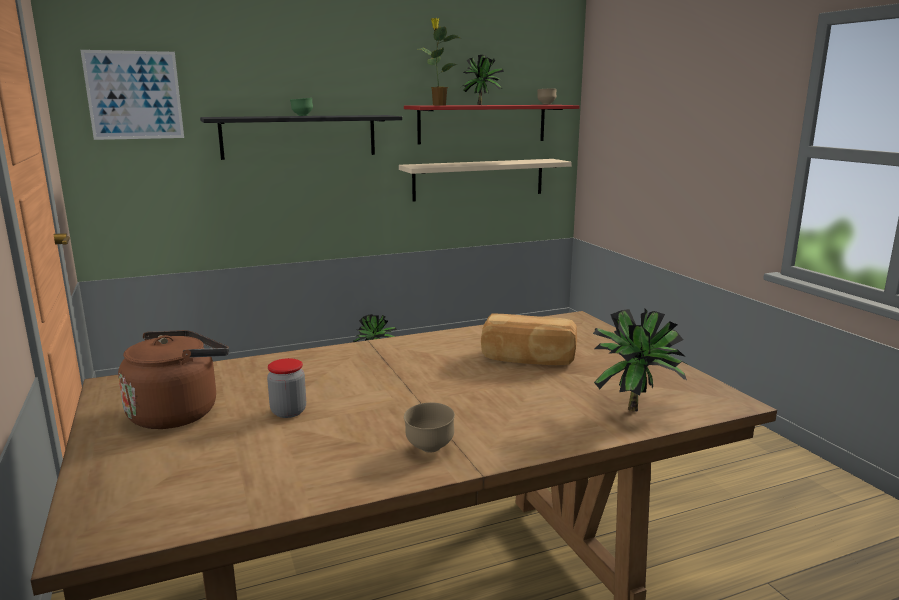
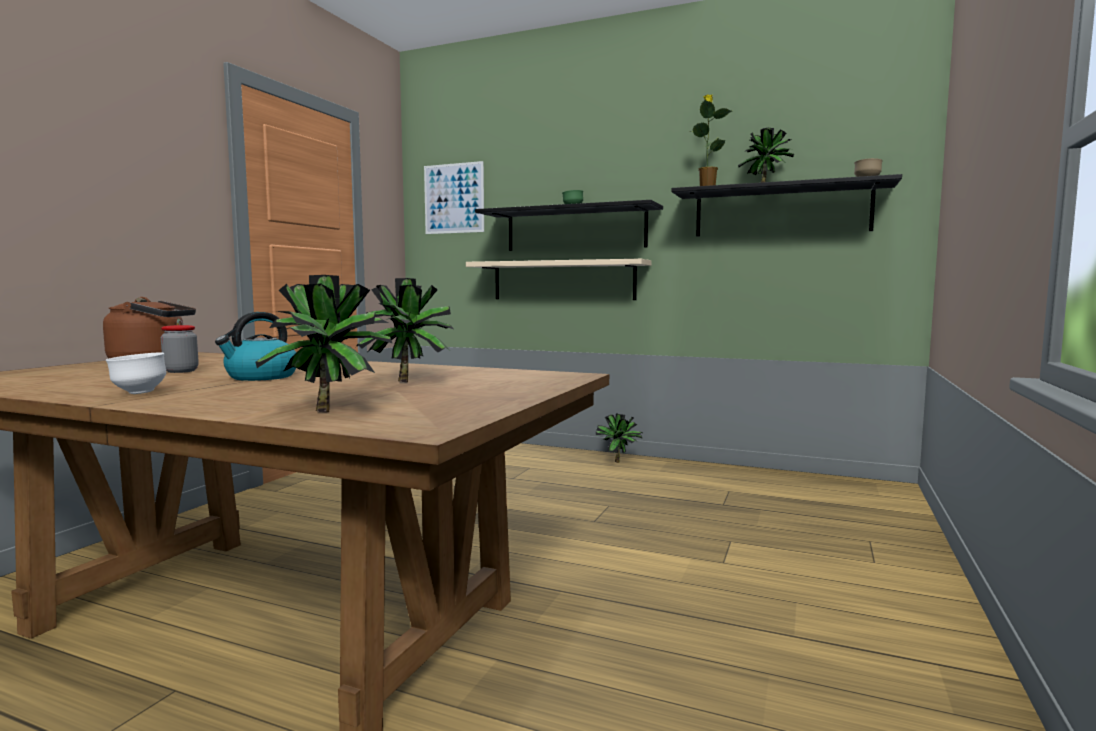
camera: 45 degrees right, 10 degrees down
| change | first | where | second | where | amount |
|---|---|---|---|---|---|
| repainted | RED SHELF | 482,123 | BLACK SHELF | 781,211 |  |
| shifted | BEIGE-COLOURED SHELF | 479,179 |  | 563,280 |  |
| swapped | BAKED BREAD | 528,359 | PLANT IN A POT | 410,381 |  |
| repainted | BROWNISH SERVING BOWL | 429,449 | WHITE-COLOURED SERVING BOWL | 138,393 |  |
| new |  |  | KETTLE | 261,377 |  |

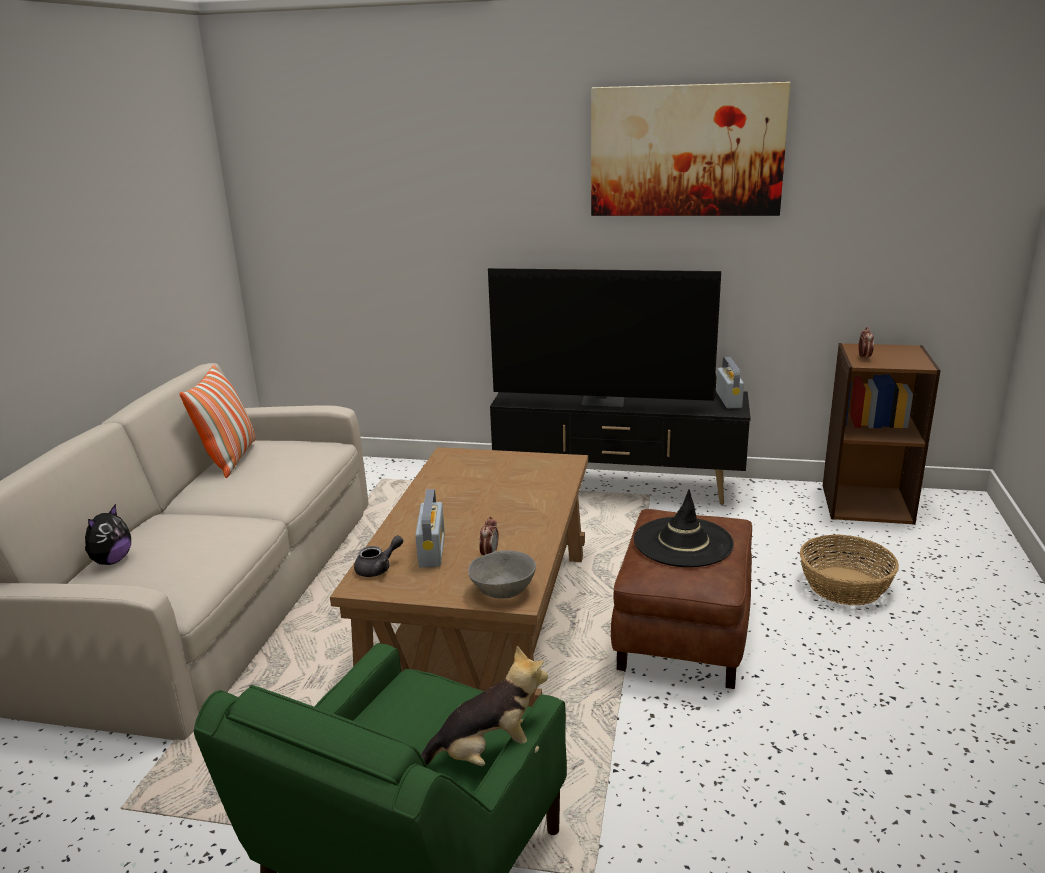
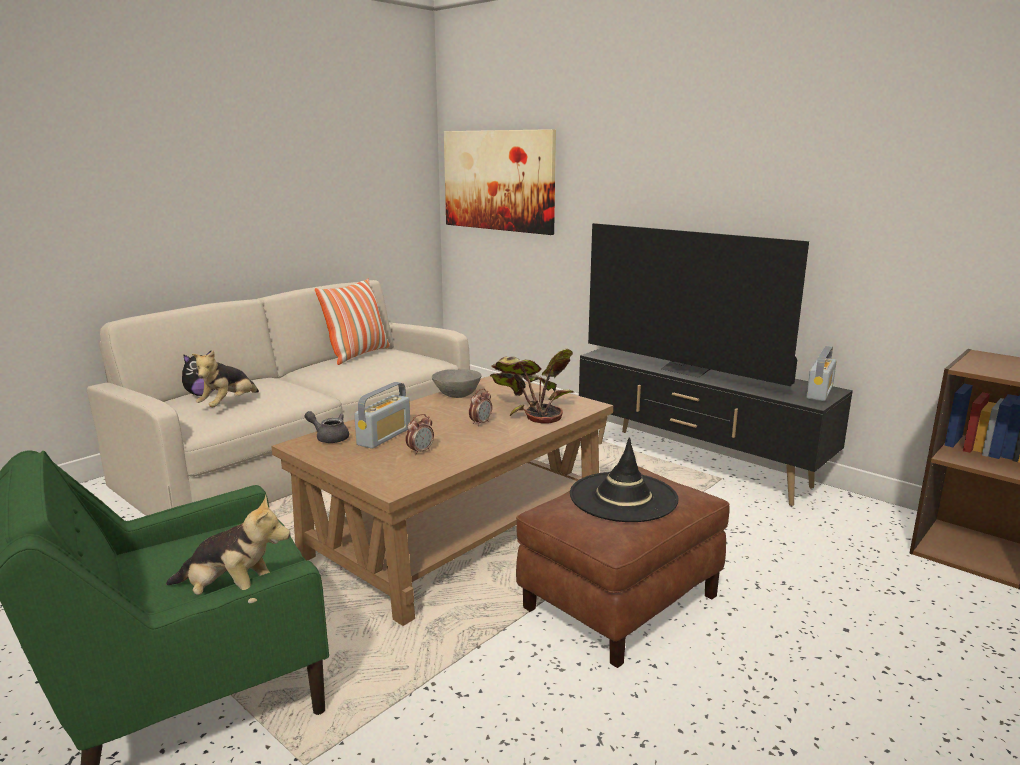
camera: 30 degrees right, 5 degrees down
| change | first | where | second | where | amount |
|---|---|---|---|---|---|
| shifted | PICTURE | 686,151 |  | 498,180 |  |
| shifted | BEDSIDE CLOCK | 864,357 |  | 480,423 |  |
| rotated | GREY TEAPOT | 378,568 |  | 329,438 | 150 degrees counterclockwise |
| gone | BASKET | 845,586 |  |  |  |
| shifted | GREY SERVING BOWL | 503,590 |  | 457,394 |  |
| new |  |  | PLANT IN A POT | 530,410 |  |
| new |  |  | PLUSH TOY | 228,405 |  |

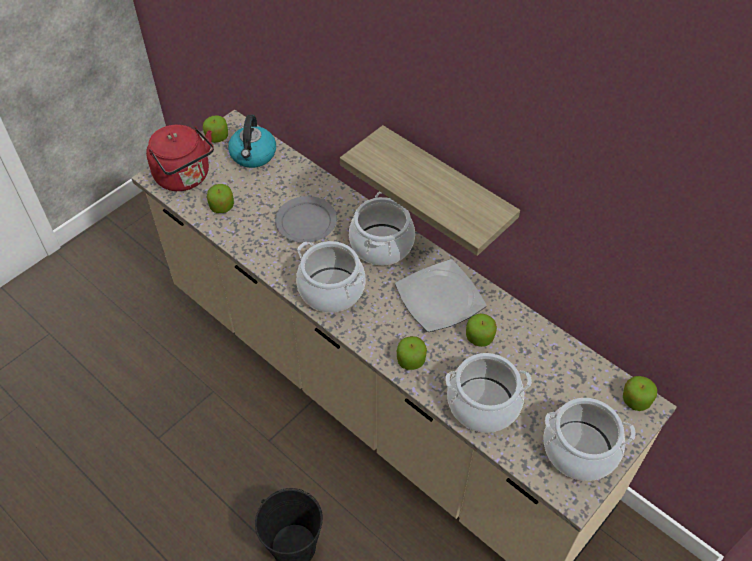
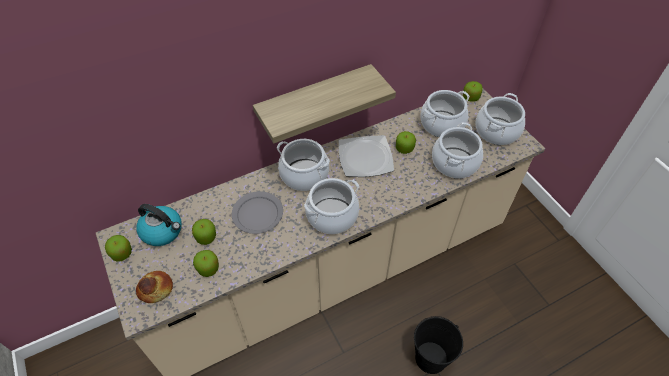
camera: 70 degrees left, 0 degrees up
| change | first | where | second | where | amount |
|---|---|---|---|---|---|
| swapped | RED KETTLE | 185,177 | BAKED BREAD | 156,289 |  |
| shifted | WHOLE APPLE | 411,360 |  | 206,237 |  |
| new |  |  | COOKING POT | 441,124 |  |

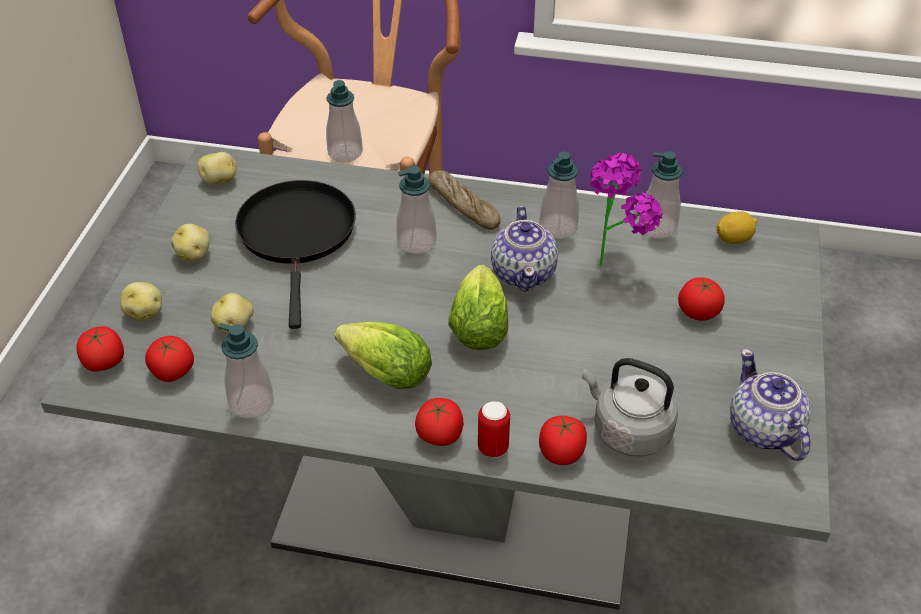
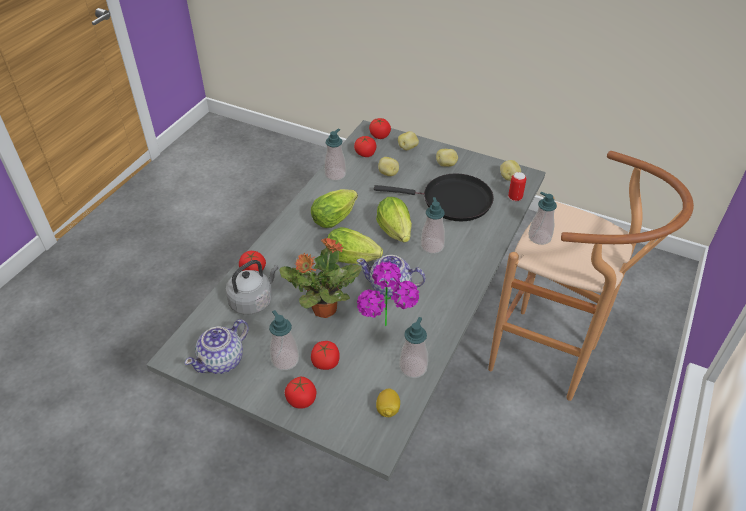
camera: 105 degrees right, 0 degrees up
| change | first | where | second | where | amount |
|---|---|---|---|---|---|
| shifted | SOAP DISPENSER | 558,228 |  | 285,360 |  |
| gone | BAKED BREAD | 463,206 |  |  |  |
| rotated | TEAPOT | 763,430 |  | 222,360 | 135 degrees clockwise |
| shifted | TOMATO | 440,434 |  | 301,399 |  |
| shifted | METAL CAN | 493,448 |  | 515,197 |  |
| new |  |  | LETTUCE | 396,233 |  |
| new |  |  | PLANT IN A POT | 323,309 |  |

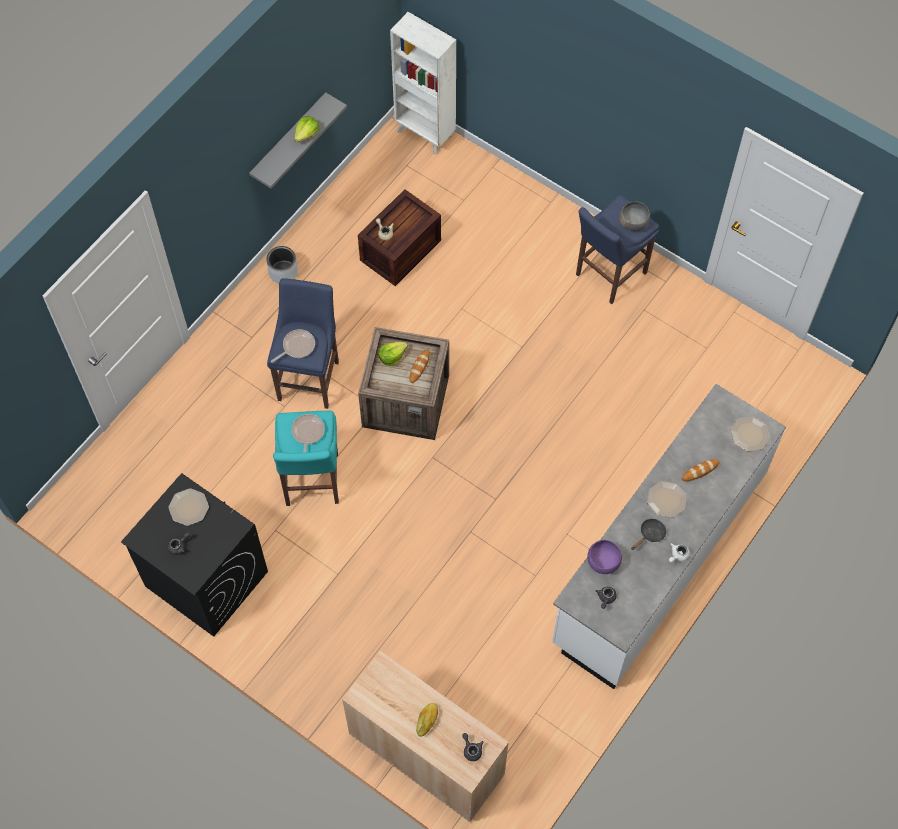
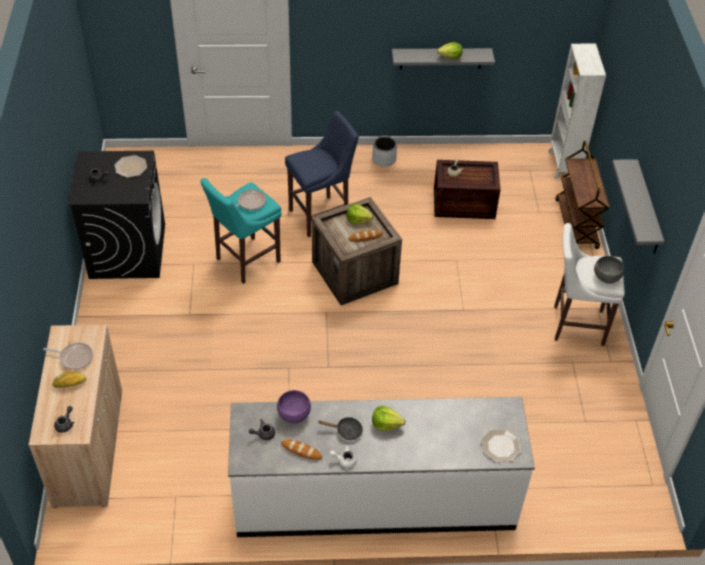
camera: 50 degrees right, 15 degrees down
| change | first | where | second | where | amount |
|---|---|---|---|---|---|
| repainted | BLUE-COLOURED STOOL SEAT | 608,275 | WHITE-COLOURED STOOL SEAT | 575,324 |  |
| shifted | FRYING PAN | 297,346 |  | 74,357 |  |
| shifted | BAKED BREAD | 700,471 |  | 301,451 |  |
| swapped | FLAT DISH | 666,499 | LETTUCE | 386,423 |  |
| new |  |  | BROWNISH TROLLEY | 576,224 |  |
| new |  |  | GREY SHELF | 647,209 |  |

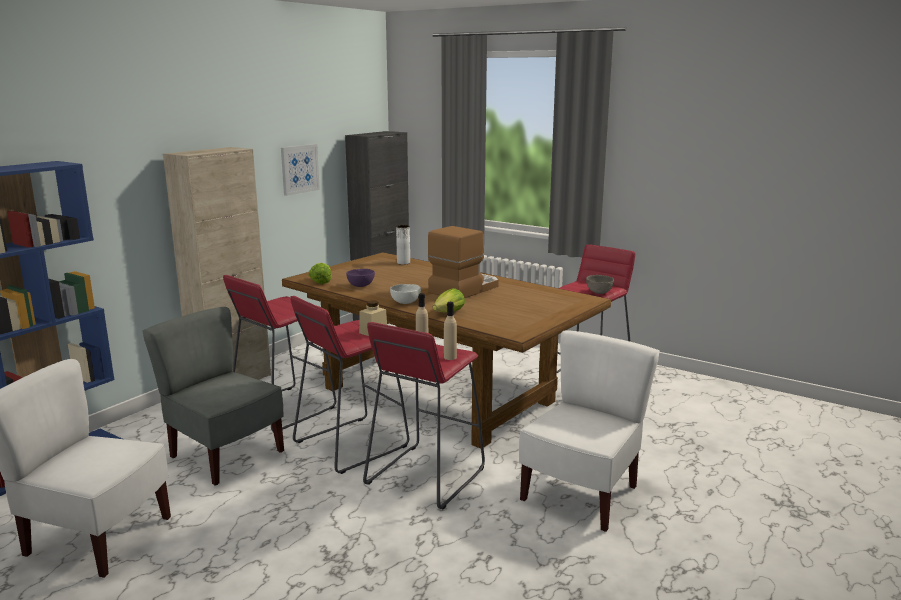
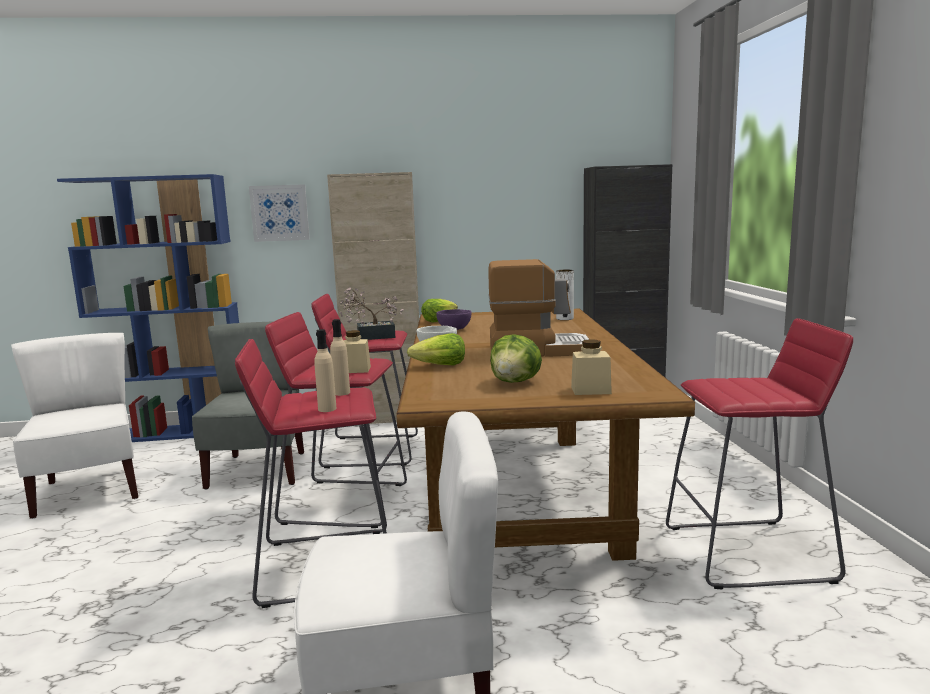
camera: 50 degrees right, 5 degrees down
| change | first | where | second | where | amount |
|---|---|---|---|---|---|
| shifted | PICTURE | 299,169 |  | 280,213 |  |
| gone | GREY SERVING BOWL | 598,292 |  |  |  |
| new |  |  | PLANT IN A POT | 371,337 |  |
| new |  |  | LETTUCE | 515,382 |  |
| new |  |  | BEIGE-COLOURED STORAGE JAR | 591,390 |  |

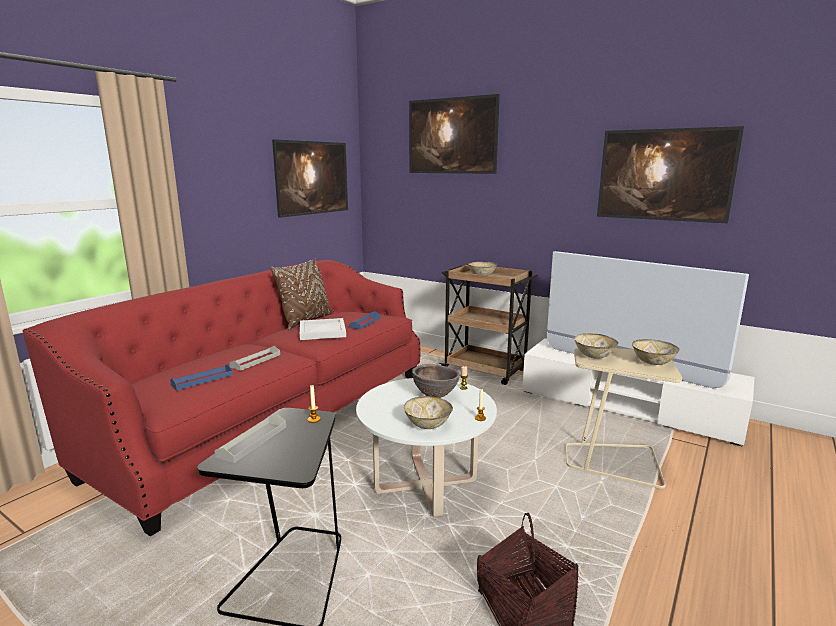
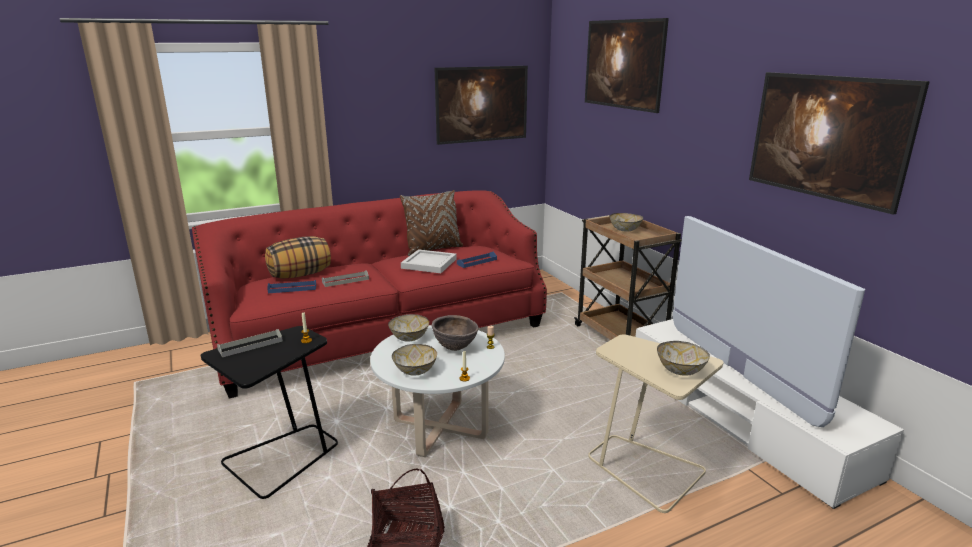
camera: 30 degrees right, 5 degrees up
| change | first | where | second | where | amount |
|---|---|---|---|---|---|
| shifted | SERVING BOWL | 594,356 |  | 409,338 |  |
| new |  |  | PILLOW | 300,275 |  |

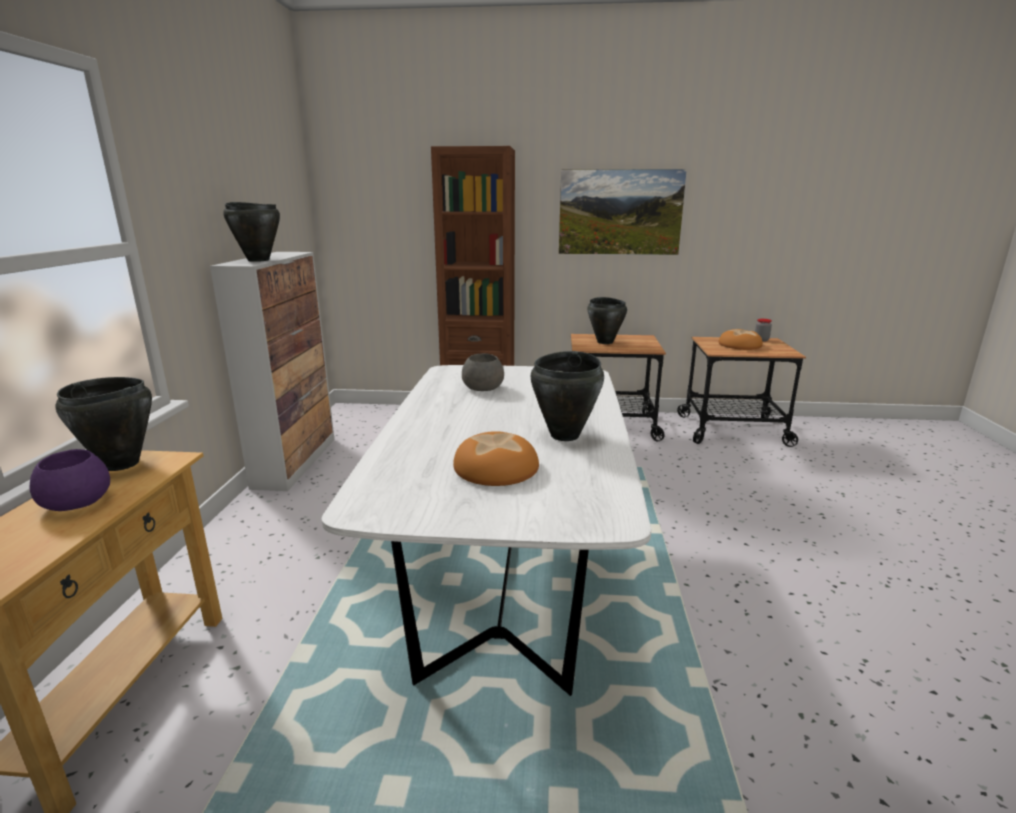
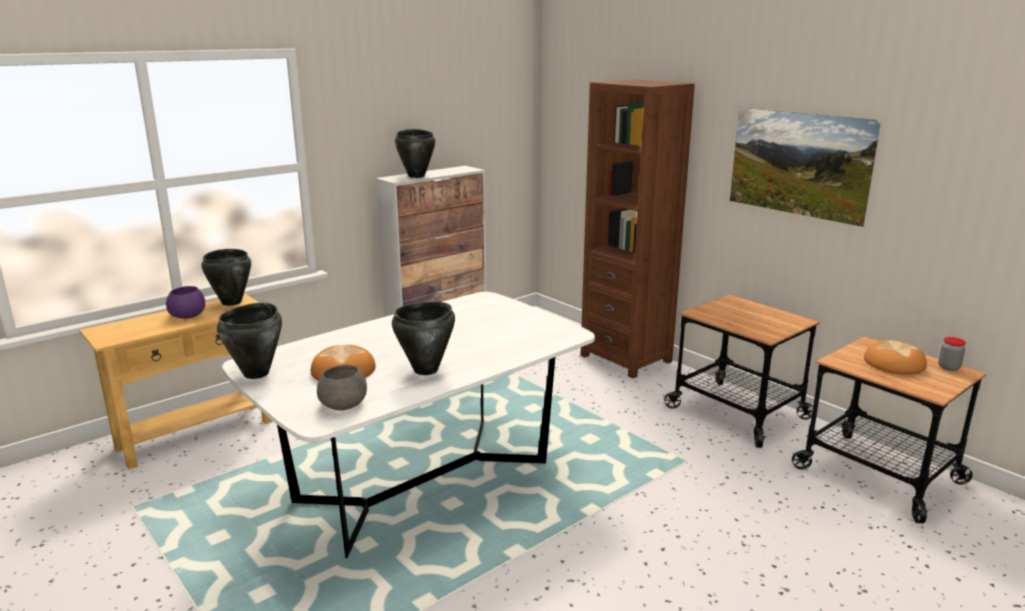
camera: 45 degrees right, 0 degrees up
| change | first | where | second | where | amount |
|---|---|---|---|---|---|
| shifted | BLACK COOKING POT | 605,342 |  | 257,373 |  |
| shifted | GREY SERVING BOWL | 483,388 |  | 344,404 |  |

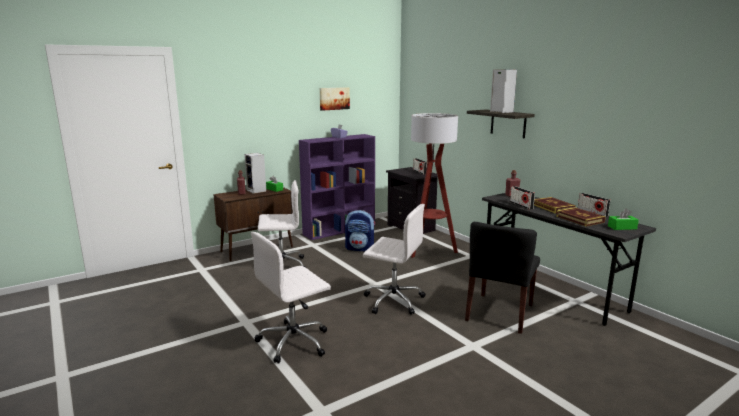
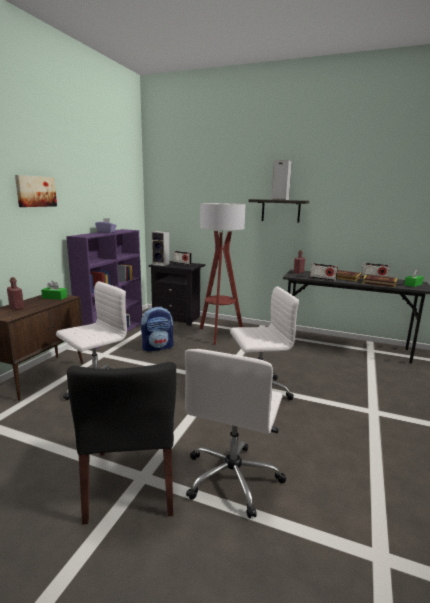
camera: 35 degrees left, 0 degrees up
| change | first | where | second | where | amount |
|---|---|---|---|---|---|
| shifted | PICTURE | 334,98 |  | 35,191 |  |
| shifted | AUDIO SPEAKER | 257,191 |  | 161,264 |  |
| shifted | BLACK CHAIR | 499,313 |  | 132,482 |  |

